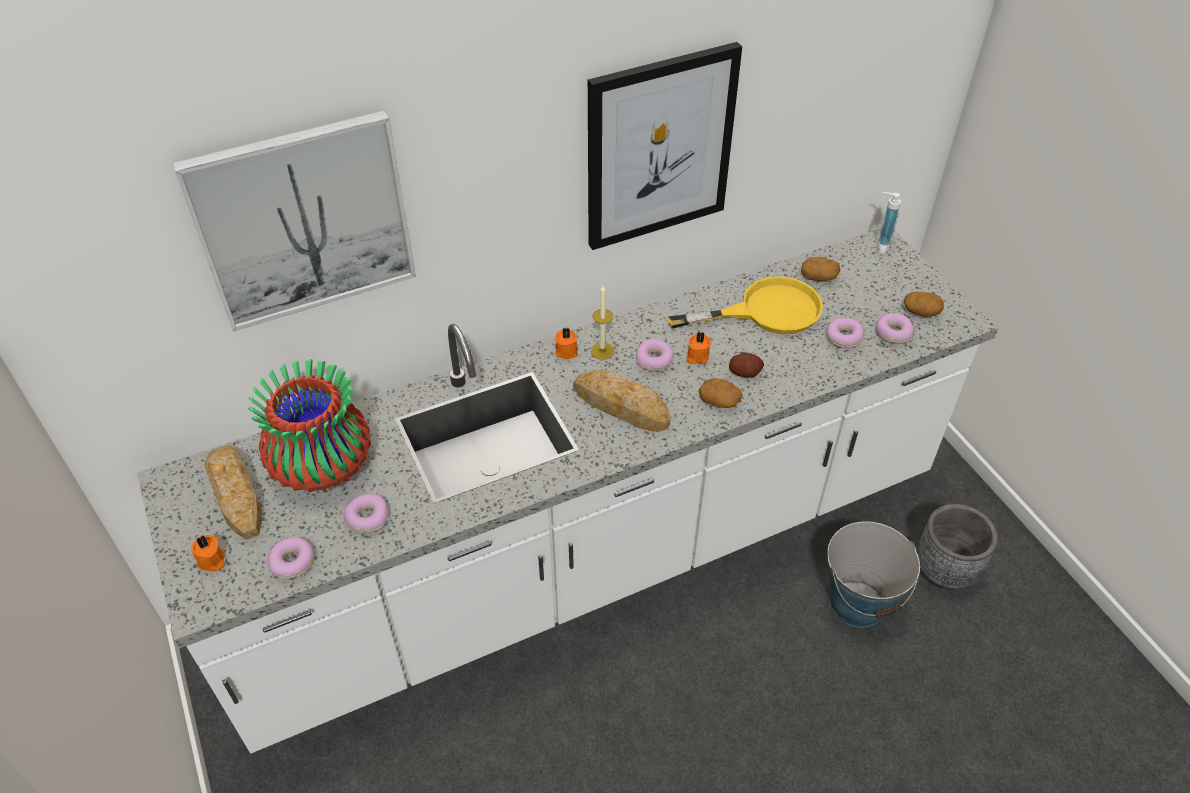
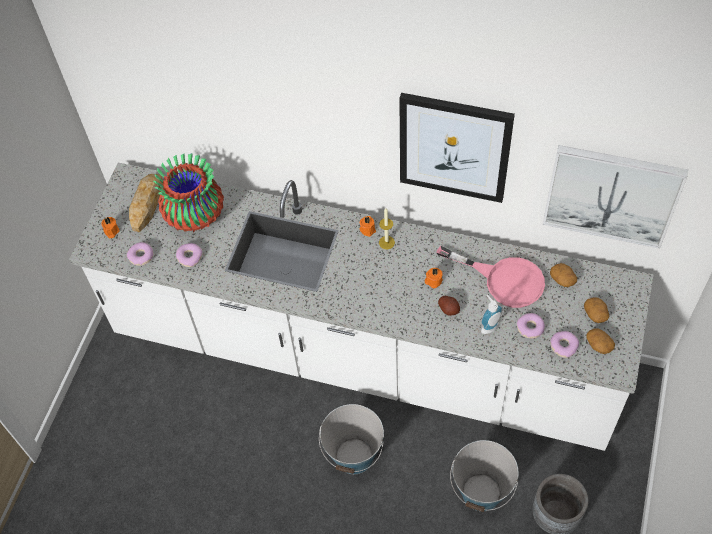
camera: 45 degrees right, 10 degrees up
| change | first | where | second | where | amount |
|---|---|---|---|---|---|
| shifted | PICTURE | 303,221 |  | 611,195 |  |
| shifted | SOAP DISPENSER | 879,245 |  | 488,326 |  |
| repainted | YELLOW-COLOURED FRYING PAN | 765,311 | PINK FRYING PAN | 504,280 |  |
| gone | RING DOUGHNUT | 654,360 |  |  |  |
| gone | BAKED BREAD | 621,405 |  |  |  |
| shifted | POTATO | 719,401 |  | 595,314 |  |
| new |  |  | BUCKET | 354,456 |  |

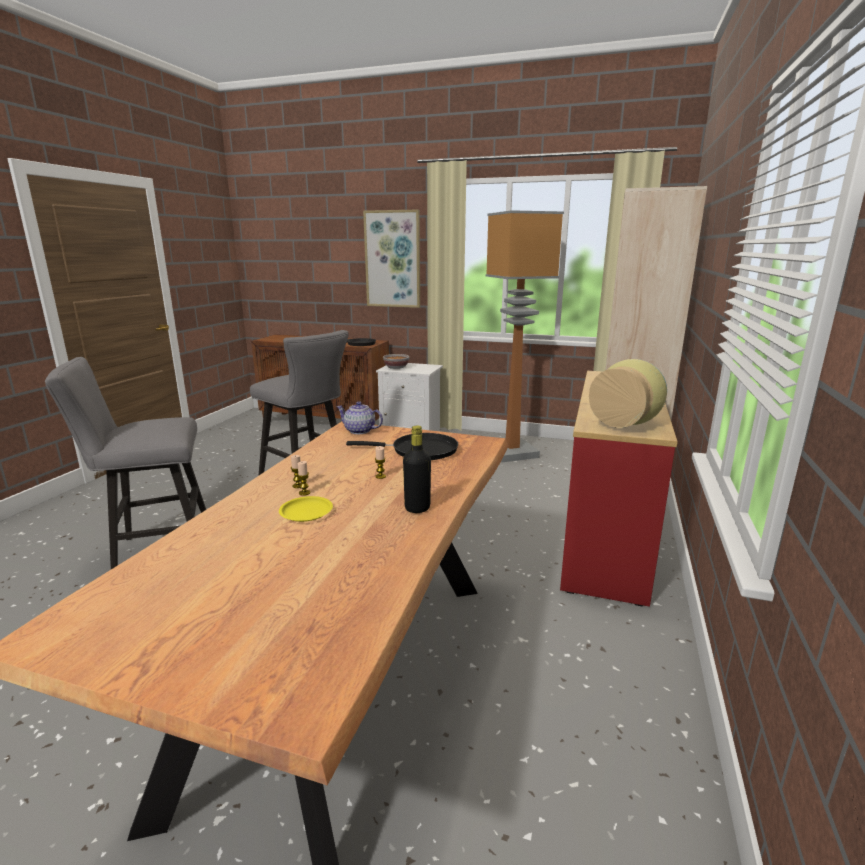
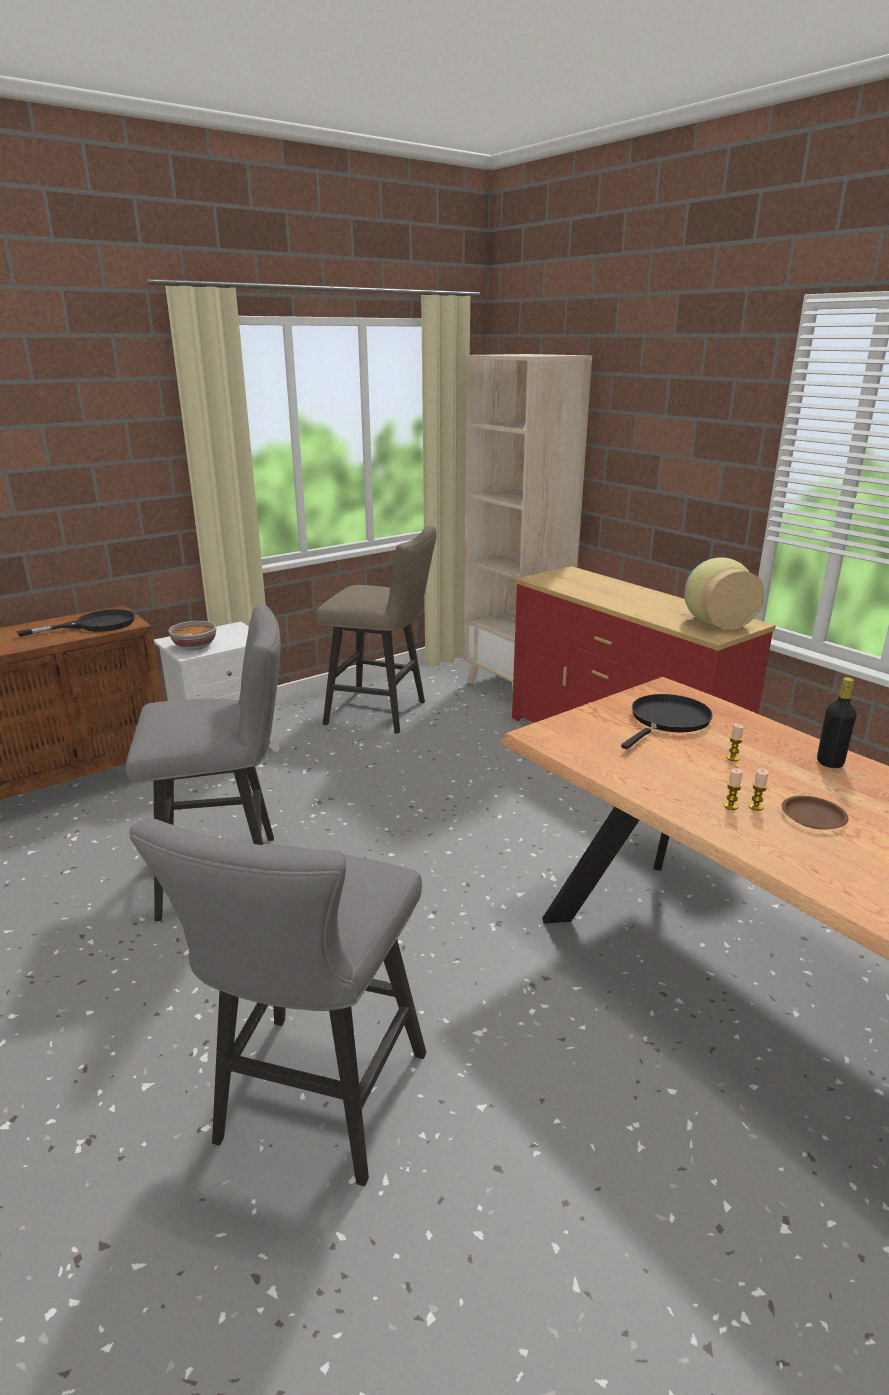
camera: 55 degrees left, 5 degrees up
| change | first | where | second | where | amount |
|---|---|---|---|---|---|
| gone | PICTURE | 393,259 |  |  |  |
| swapped | STANDARD LAMP | 511,453 | BEIGE-COLOURED STOOL SEAT | 383,713 |  |
| gone | TEAPOT | 360,431 |  |  |  |
| repainted | YELLOW-COLOURED FLAT DISH | 306,512 | BROWNISH FLAT DISH | 813,817 |  |

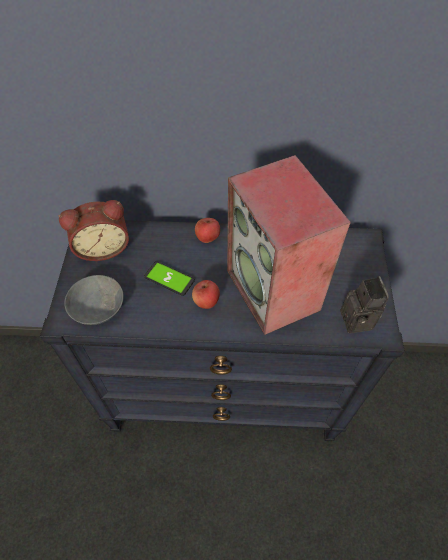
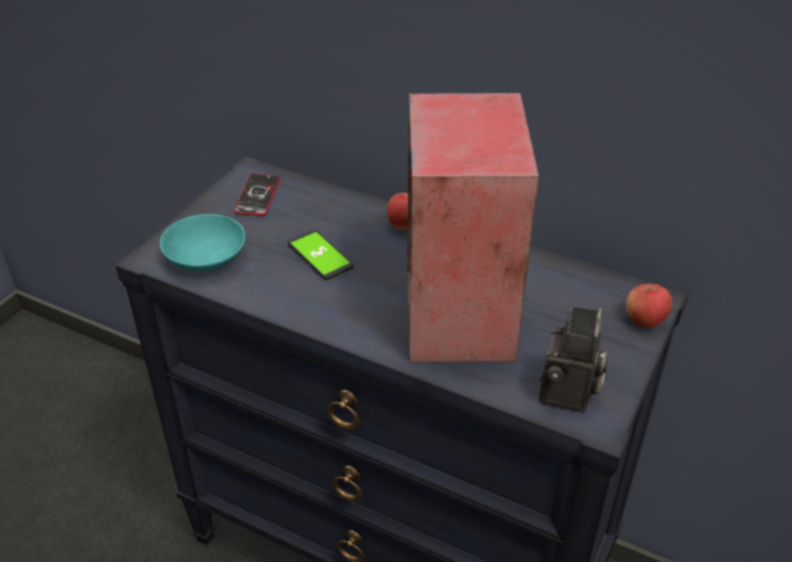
camera: 25 degrees right, 15 degrees down
| change | first | where | second | where | amount |
|---|---|---|---|---|---|
| swapped | BEDSIDE CLOCK | 103,247 | PHONE | 258,196 |  |
| repainted | GREY SERVING BOWL | 98,307 | TURQUOISE SERVING BOWL | 207,258 |  |
| shifted | WHOLE APPLE | 206,301 |  | 645,320 |  |

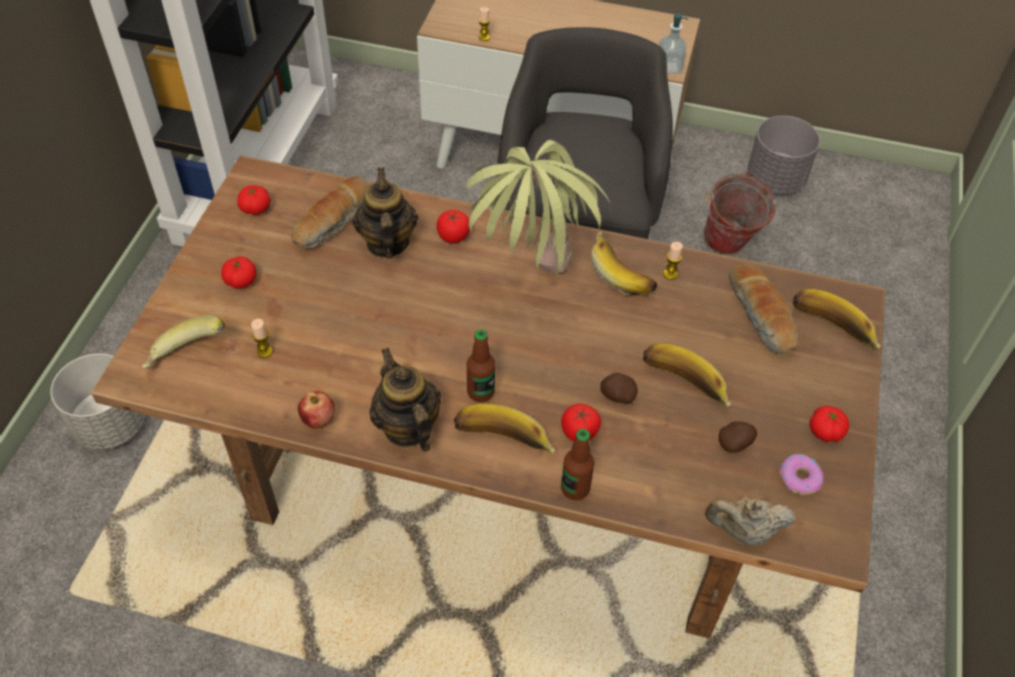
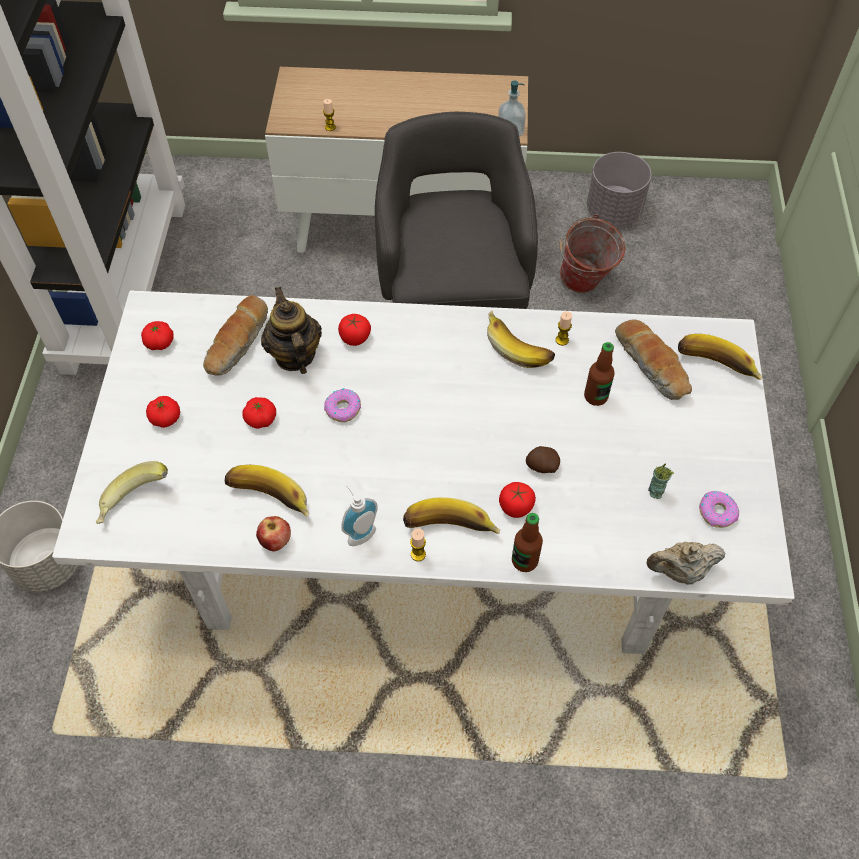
camera: 10 degrees left, 5 degrees up
| change | first | where | second | where | amount |
|---|---|---|---|---|---|
| gone | PLANT IN A POT | 529,289 |  |  |  |
| repainted | BROWNISH KITCHEN TABLE | 499,479 | WHITE-COLOURED KITCHEN TABLE | 427,545 |  |
| shifted | WAX LIGHT | 264,351 |  | 418,554 |  |
| shifted | BOTTLE | 480,392 |  | 595,396 |  |
| shifted | WHOLE BANANA | 682,386 |  | 268,501 |  |
| swapped | TEAPOT | 407,427 | SOAP DISPENSER | 359,533 |  |
| shifted | TOMATO | 825,431 |  | 261,419 |  |
| swapped | POTATO | 735,444 | SMALL CUP | 655,491 |  |
| new |  |  | RING DOUGHNUT | 343,409 |  |

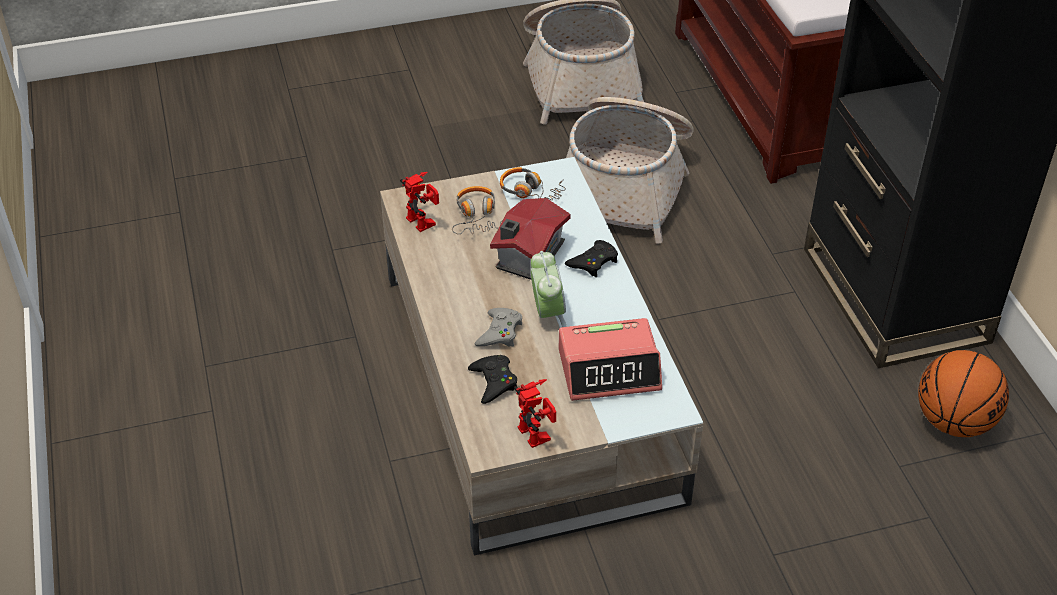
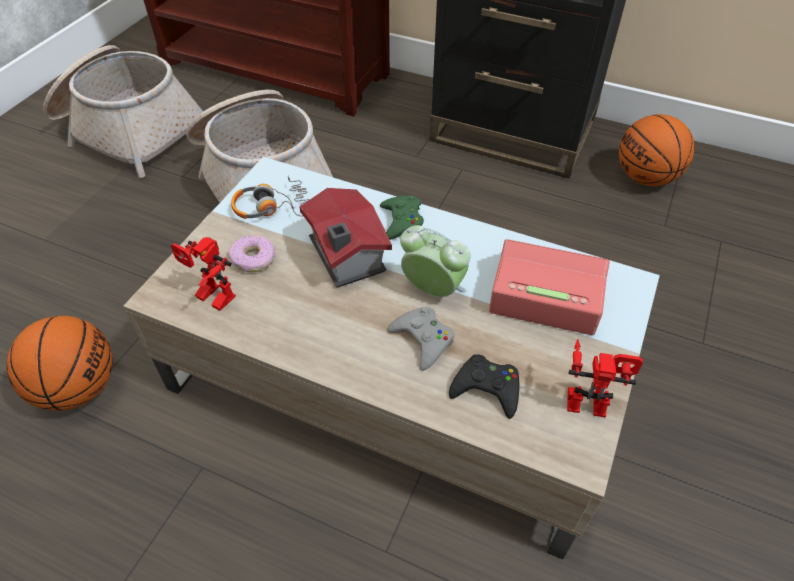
camera: 50 degrees left, 5 degrees up
| change | first | where | second | where | amount |
|---|---|---|---|---|---|
| rotated | MODEL ROBOT | 425,221 |  | 210,298 | 150 degrees counterclockwise |
| swapped | PAIR OF HEADPHONES | 477,217 | RING DOUGHNUT | 253,258 |  |
| repainted | BLACK JOYPAD | 593,262 | GREEN JOYPAD | 401,222 |  |
| rotated | BEDSIDE CLOCK | 609,369 |  | 545,293 | 105 degrees counterclockwise |
| new |  |  | BALL FOR BASKETBALL | 78,388 |  |

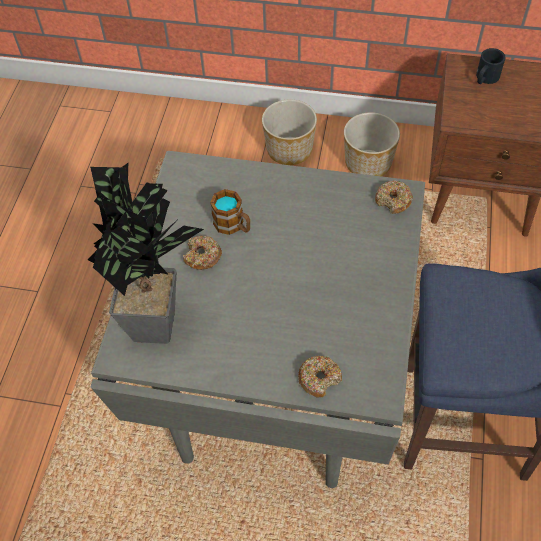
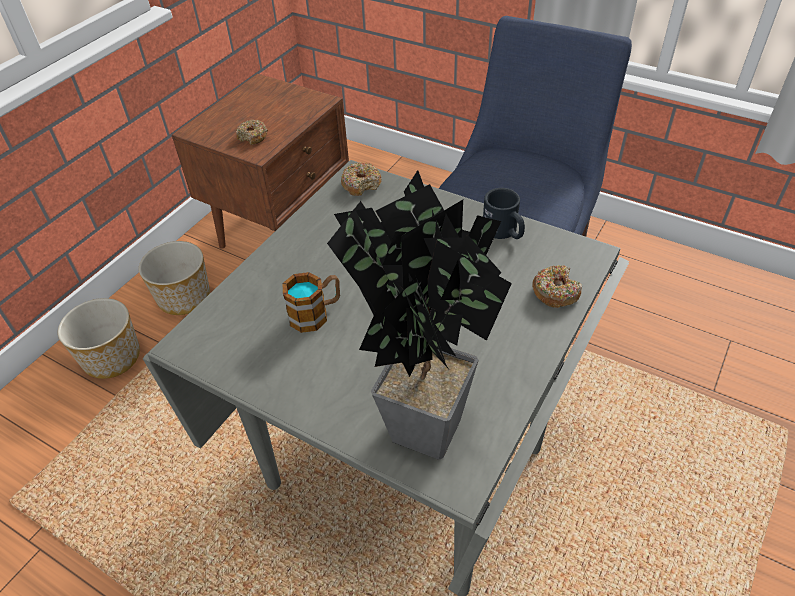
camera: 70 degrees left, 10 degrees down
| change | first | where | second | where | amount |
|---|---|---|---|---|---|
| shifted | BLACK COFFEE MUG | 485,79 |  | 504,232 |  |
| shifted | RING DOUGHNUT | 202,256 |  | 253,137 |  |

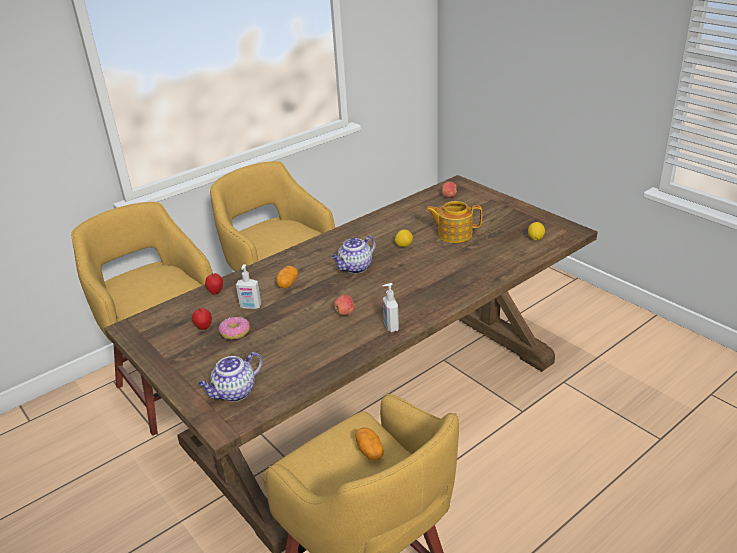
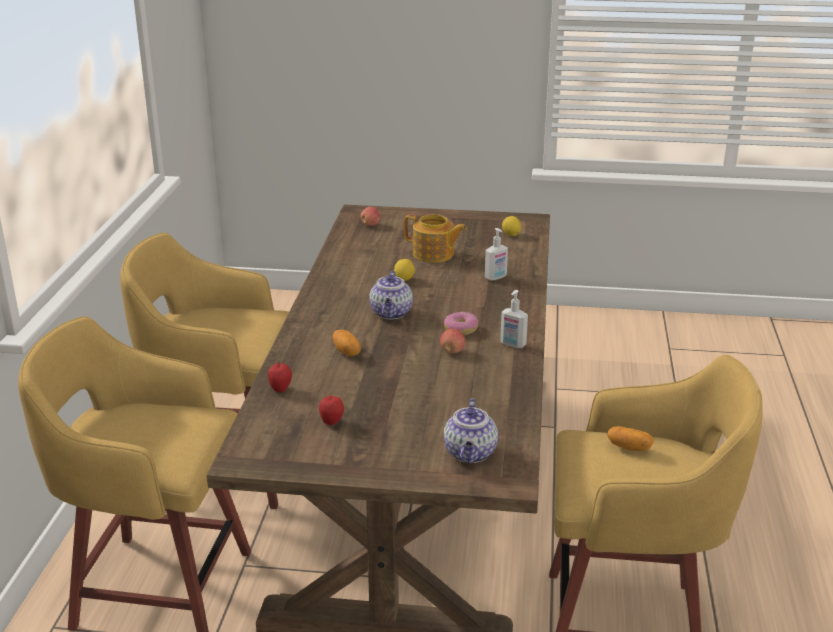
camera: 45 degrees left, 5 degrees down
| change | first | where | second | where | amount |
|---|---|---|---|---|---|
| rotated | TEAPOT | 454,234 |  | 434,254 | 120 degrees counterclockwise |
| shifted | SOAP DISPENSER | 250,307 |  | 496,277 |  |
| shifted | RING DOUGHNUT | 235,332 |  | 461,329 |  |

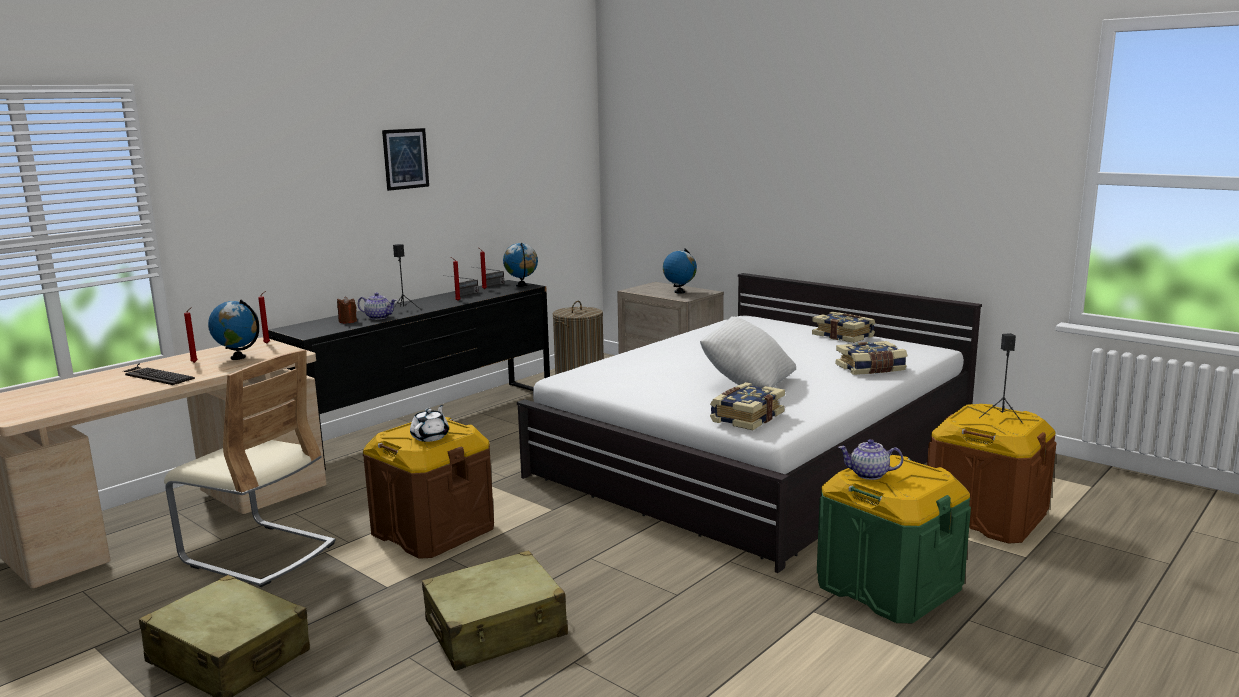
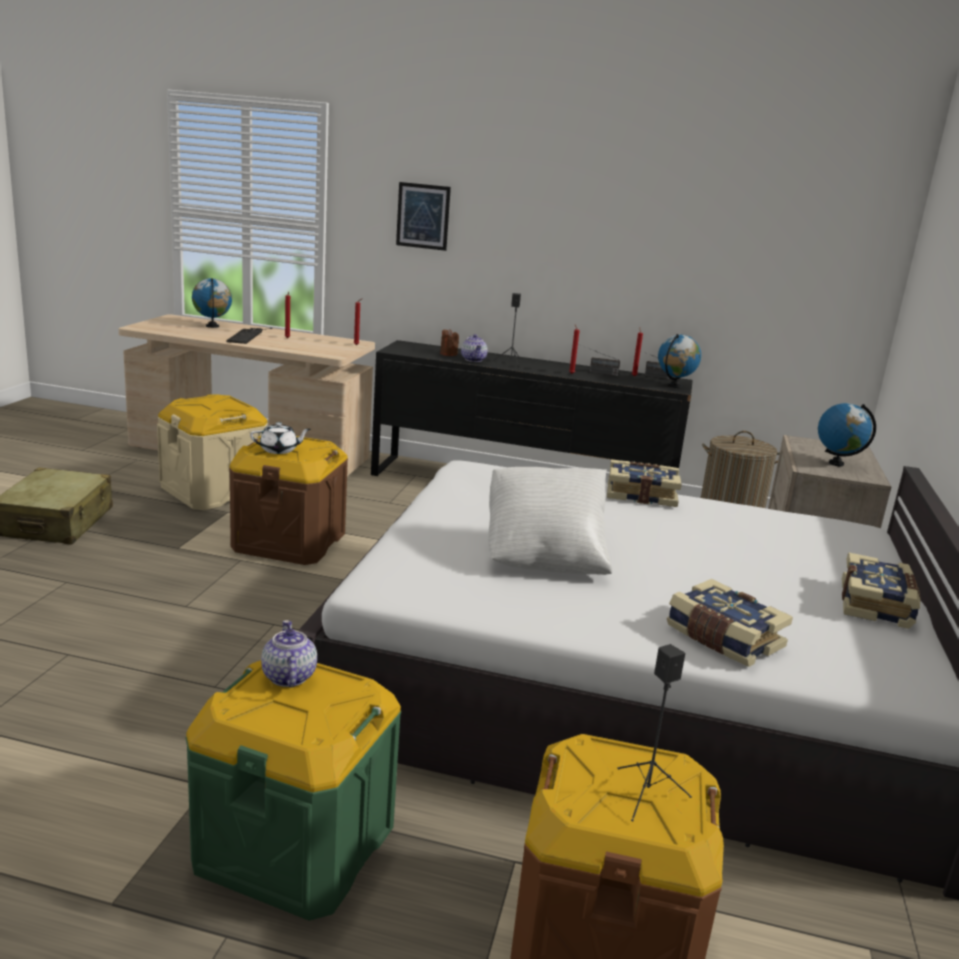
camera: 60 degrees right, 5 degrees up
| change | first | where | second | where | amount |
|---|---|---|---|---|---|
| shifted | PICTURE | 405,159 |  | 423,216 |  |
| shifted | GLOBE | 238,357 |  | 212,326 |  |
| swapped | BEIGE-COLOURED CHAIR | 258,553 | BEIGE-COLOURED STORAGE BOX | 214,491 |  |
| shifted | VOLUME | 746,417 |  | 641,494 |  |
| gone | BEIGE-COLOURED PIECE OF LUGGAGE | 496,629 |  |  |  |

